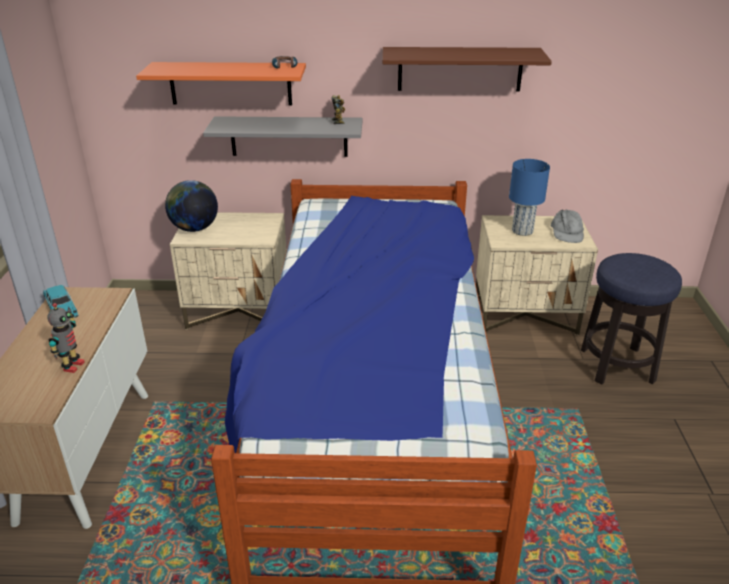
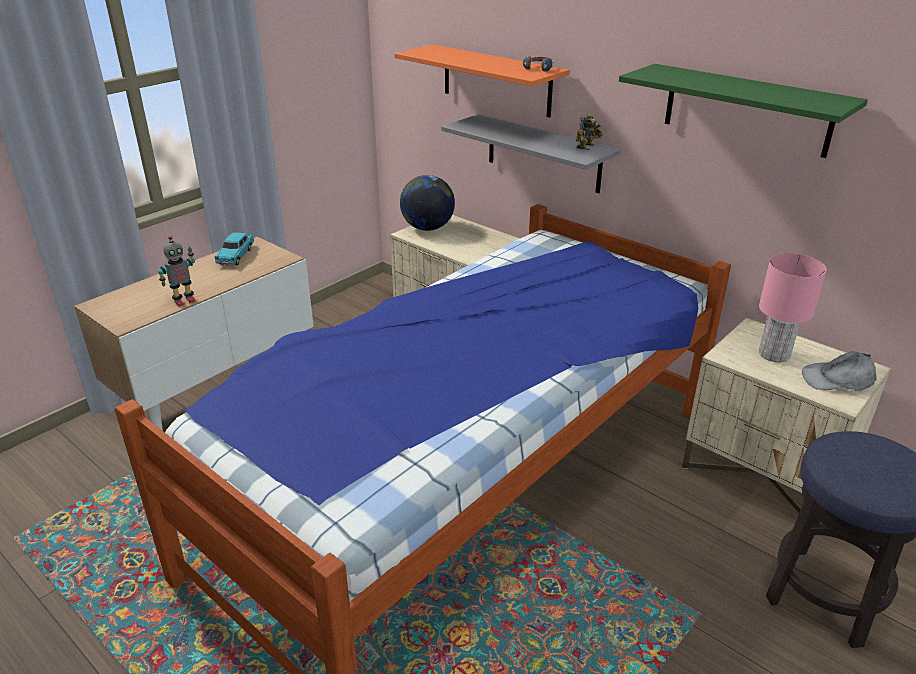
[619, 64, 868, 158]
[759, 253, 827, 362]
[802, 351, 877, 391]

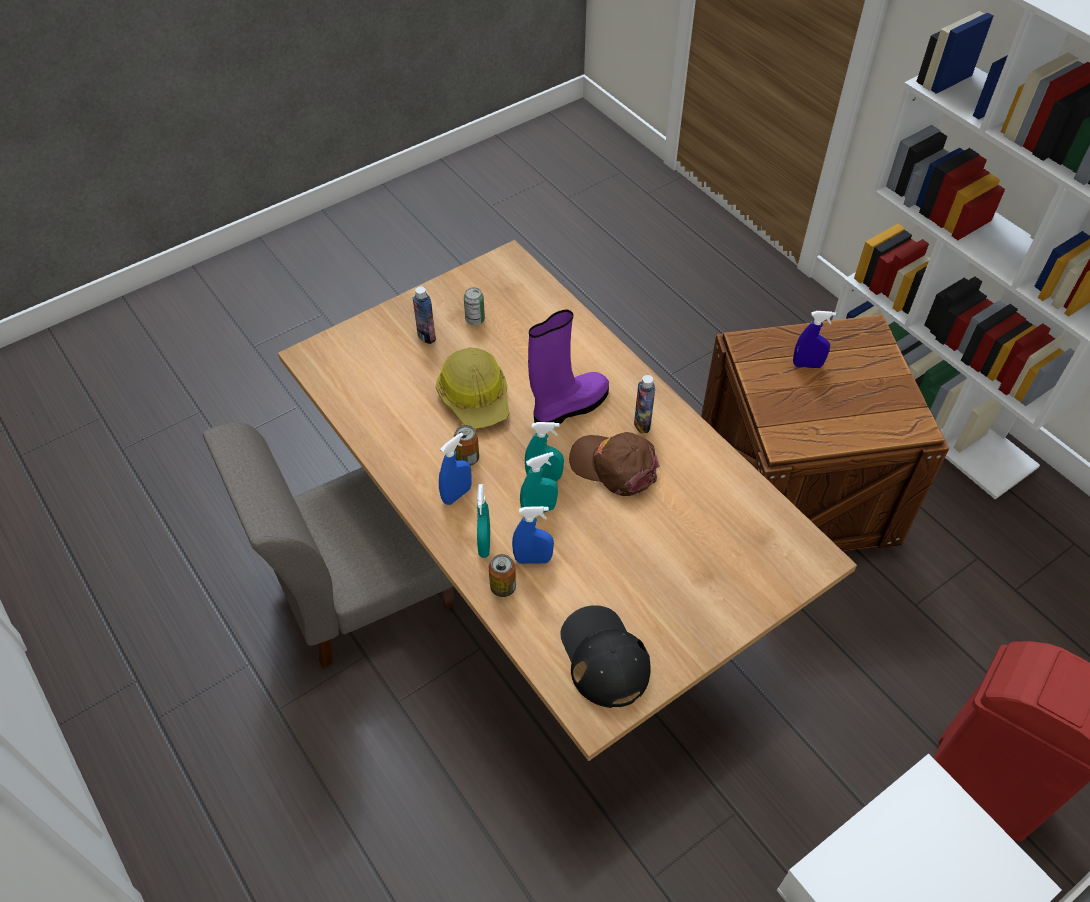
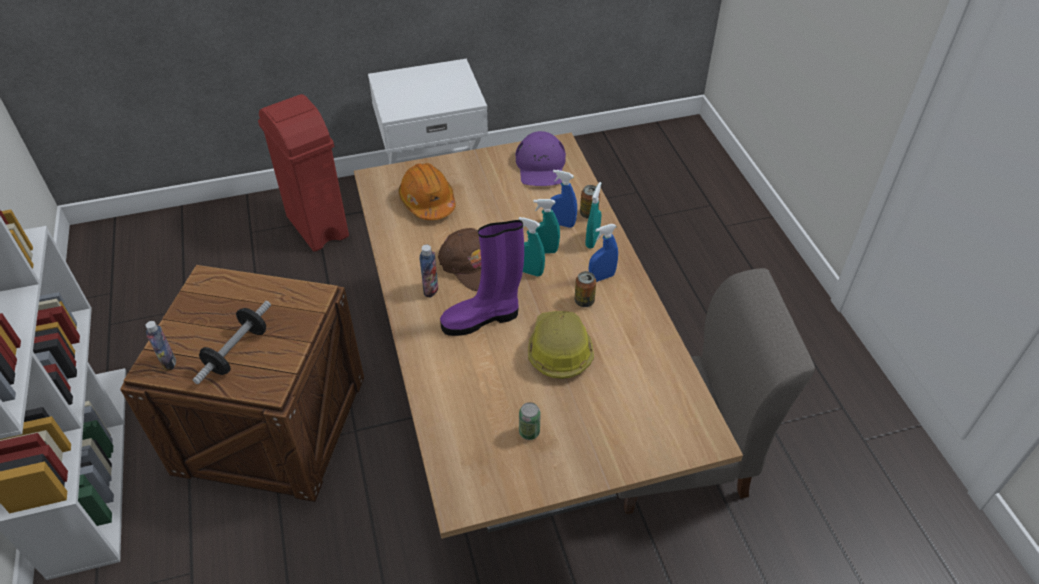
[146, 321, 176, 371]
[515, 131, 566, 186]
[193, 301, 271, 384]
[398, 163, 456, 220]

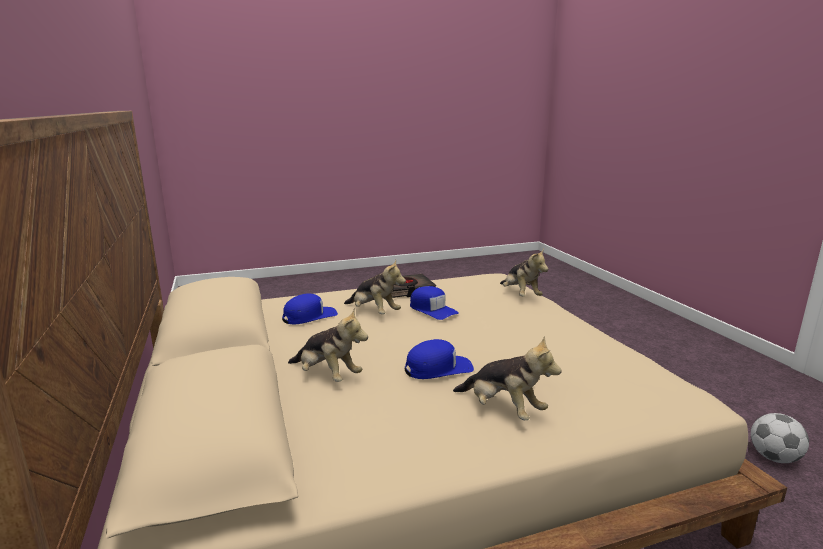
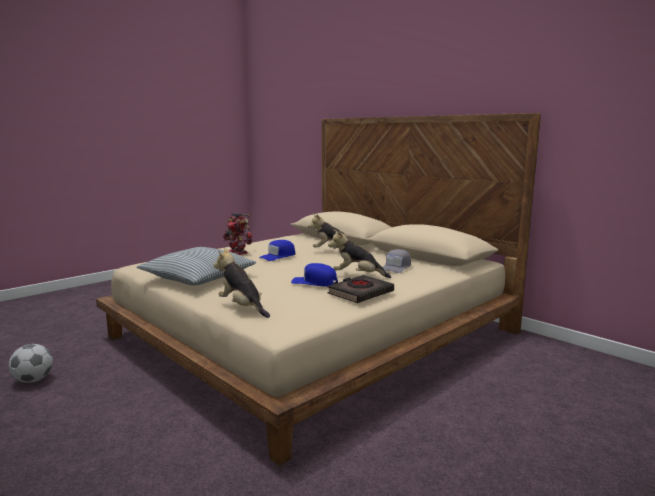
[383, 249, 411, 273]
[223, 213, 253, 255]
[137, 247, 256, 286]

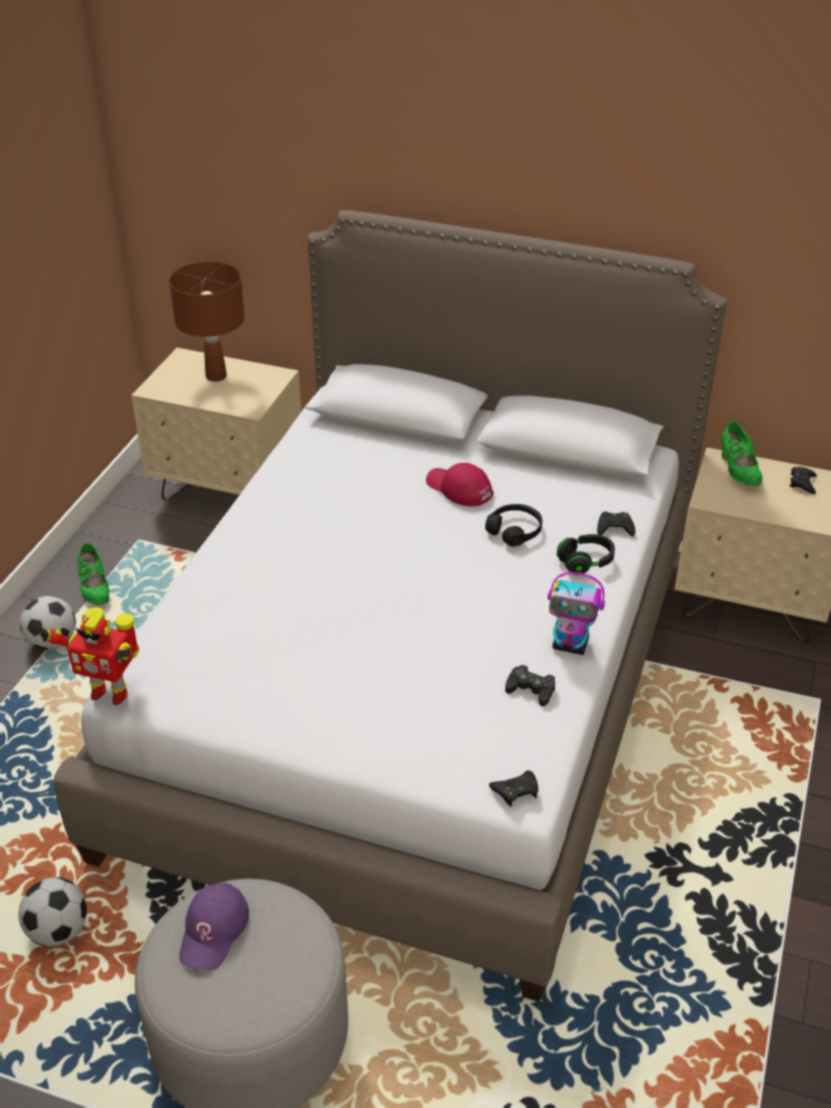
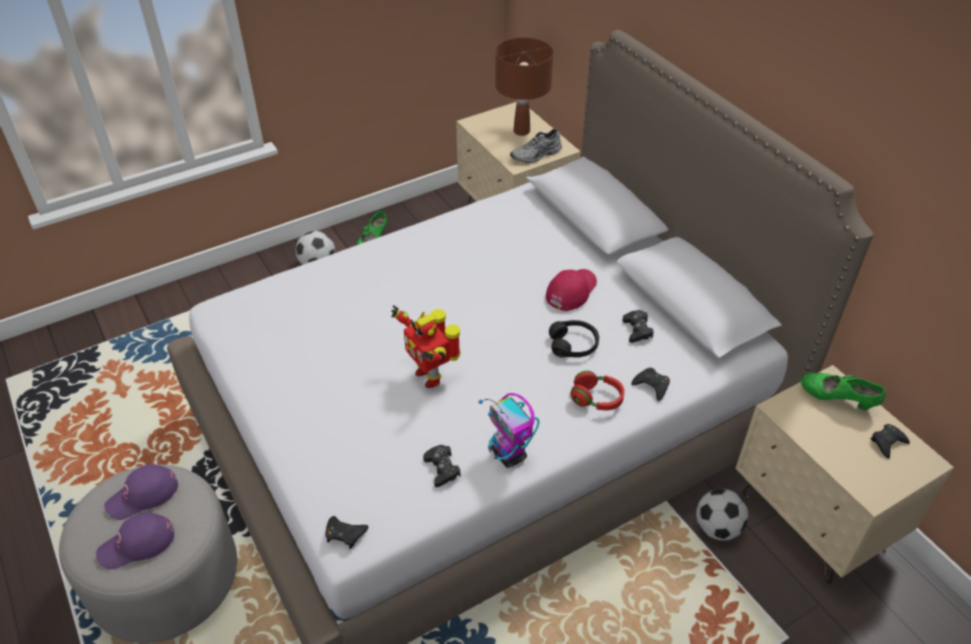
[696, 489, 748, 541]
[391, 305, 461, 388]
[546, 269, 597, 311]
[570, 371, 625, 410]
[801, 373, 885, 410]
[96, 512, 174, 569]
[510, 129, 562, 163]
[622, 310, 654, 343]

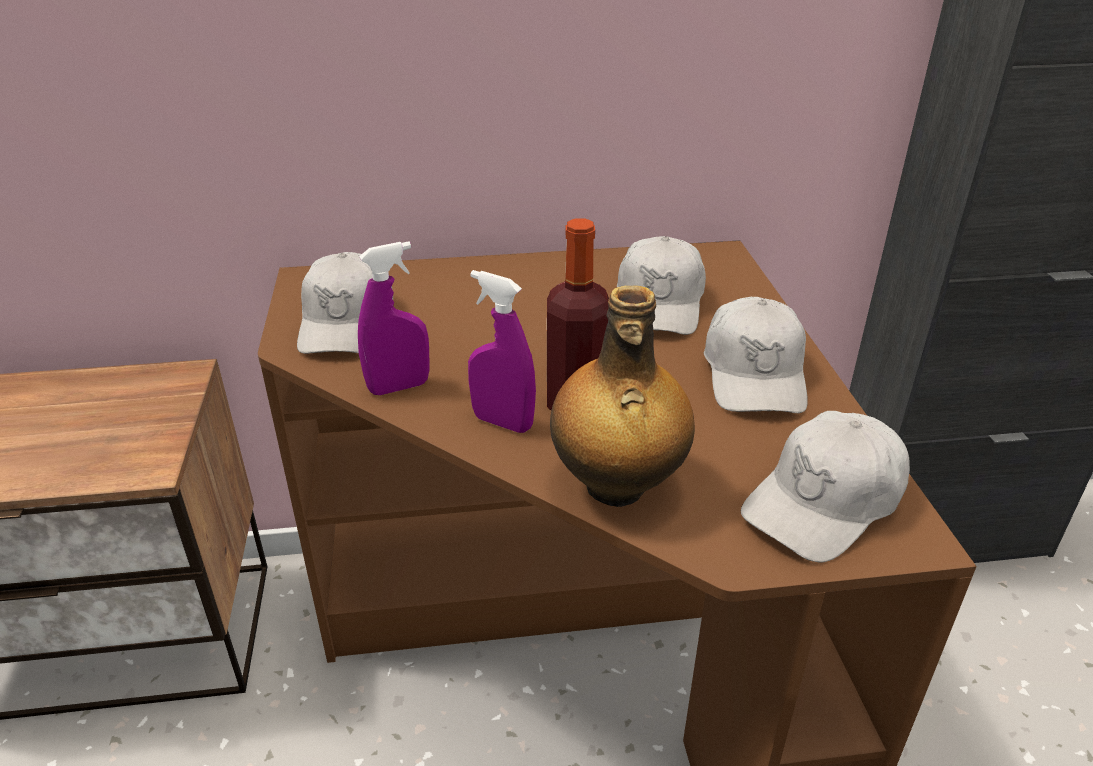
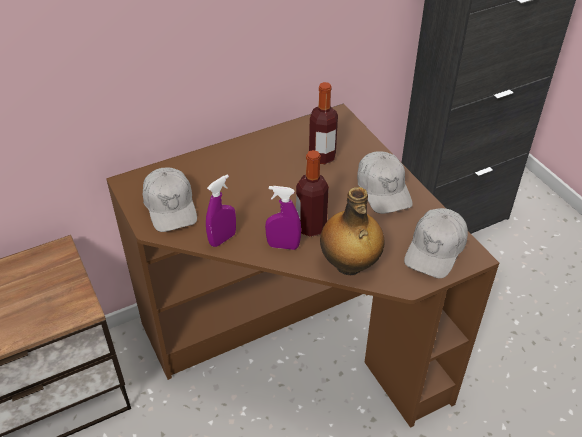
[309, 82, 338, 164]

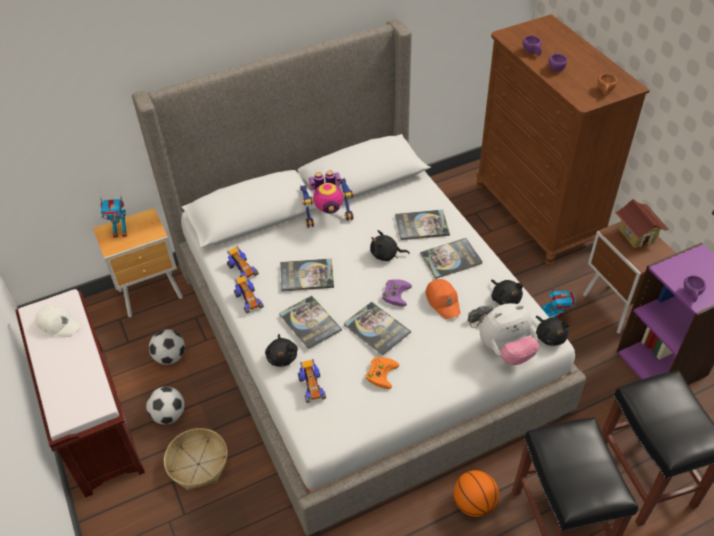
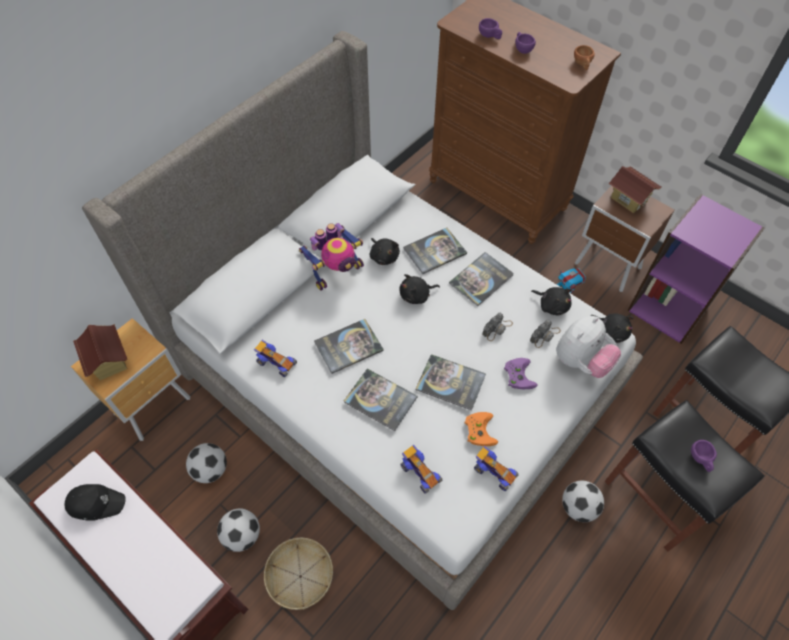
[65, 484, 126, 521]
[73, 324, 127, 380]
[474, 446, 519, 491]
[370, 238, 400, 265]
[504, 358, 537, 389]
[482, 313, 513, 341]
[562, 480, 604, 522]
[691, 440, 717, 472]

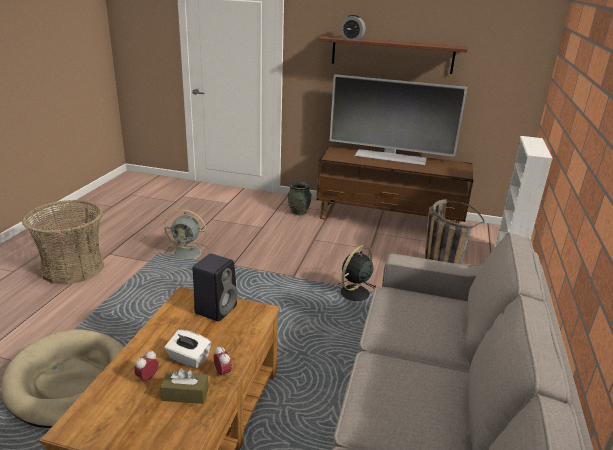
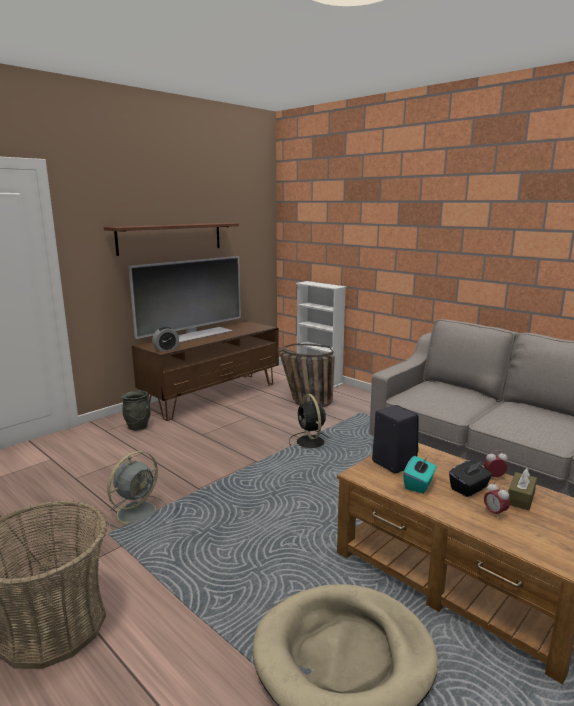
[449, 460, 492, 497]
[152, 327, 179, 352]
[403, 456, 436, 494]

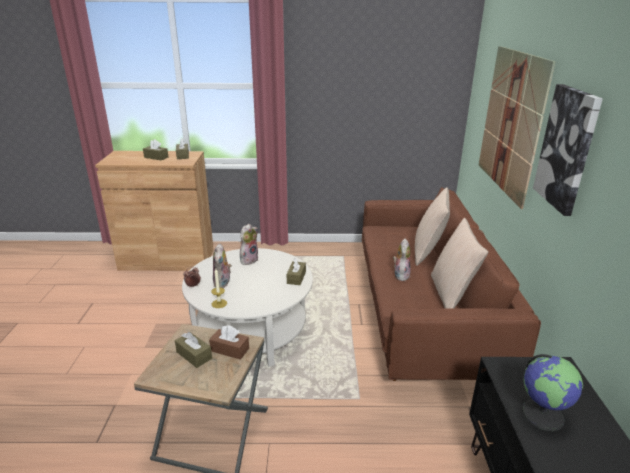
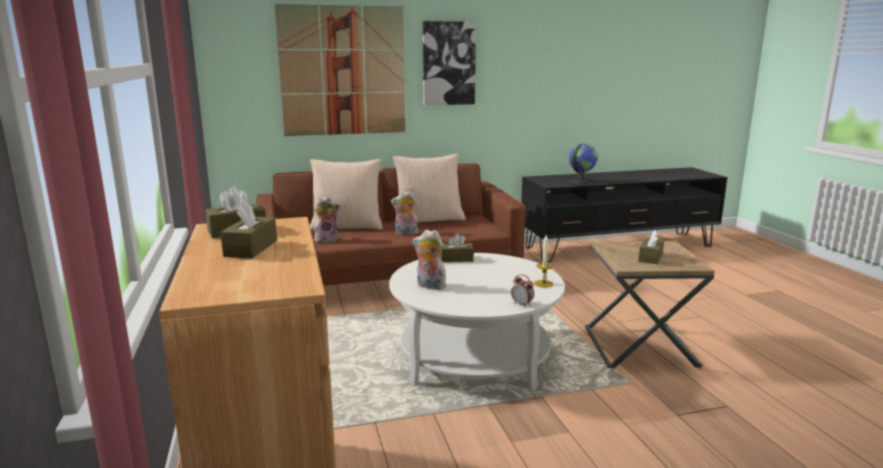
[209, 325, 249, 360] (first image)
[314, 196, 341, 243]

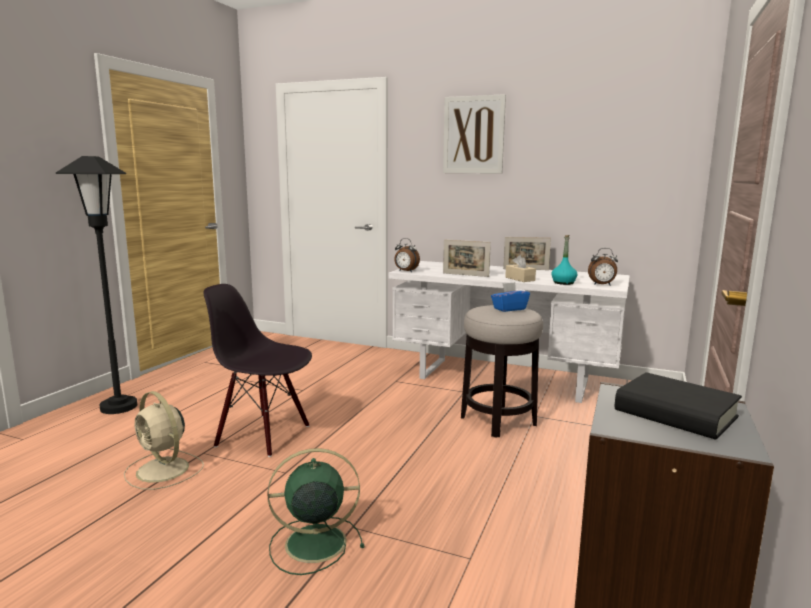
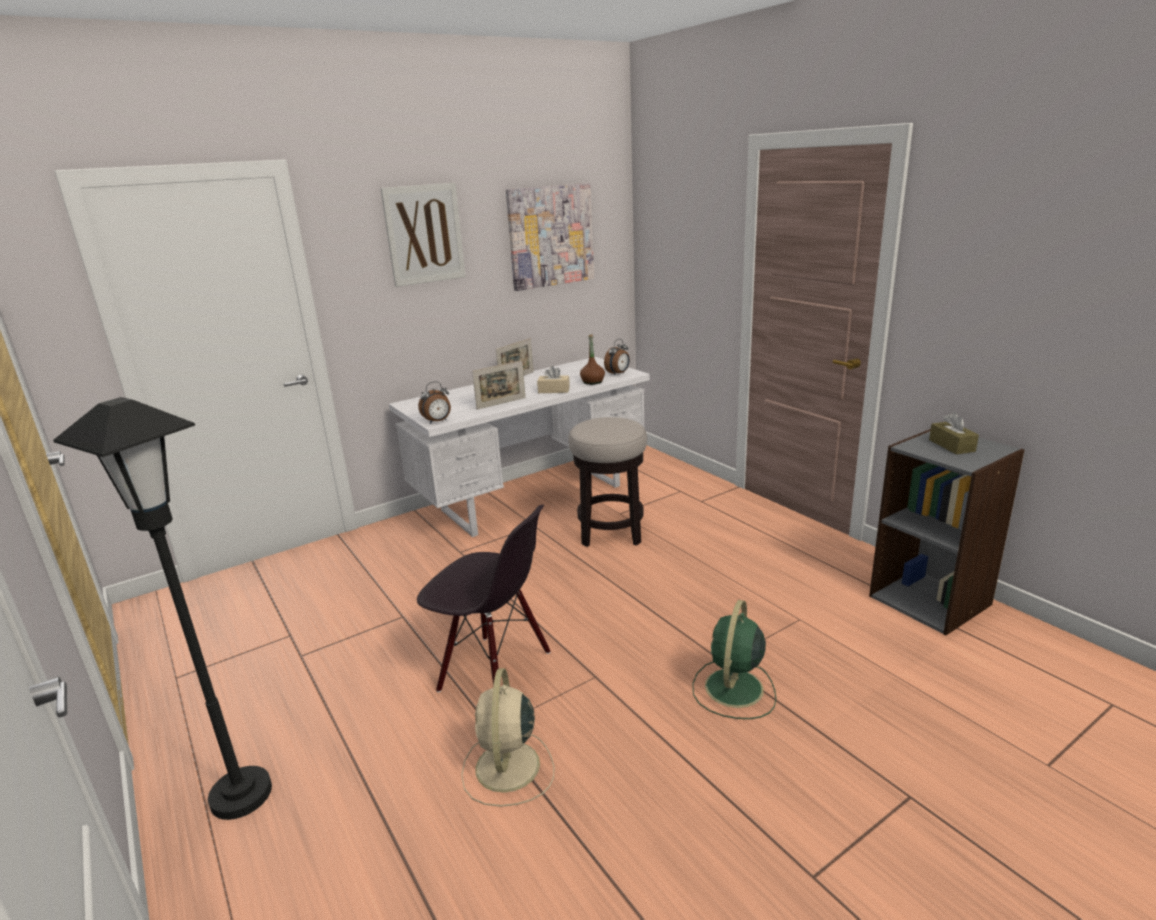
[461, 668, 554, 807]
[417, 505, 551, 693]
[491, 282, 530, 312] (first image)
[580, 335, 605, 385]
[929, 412, 979, 455]
[506, 183, 594, 291]

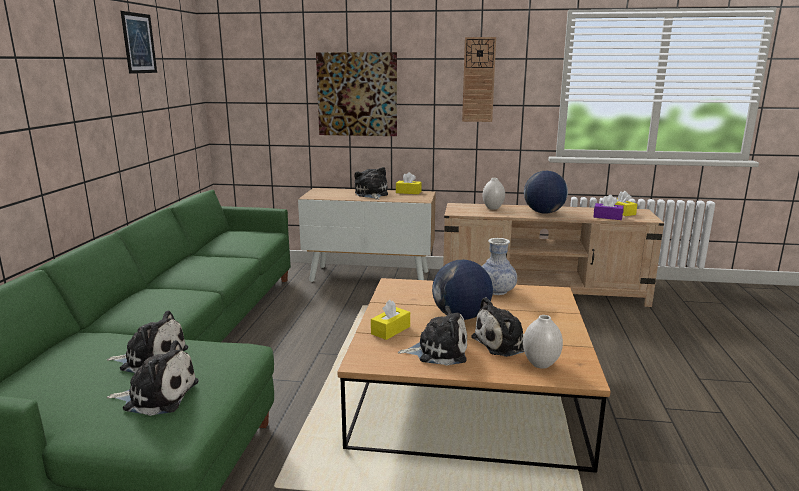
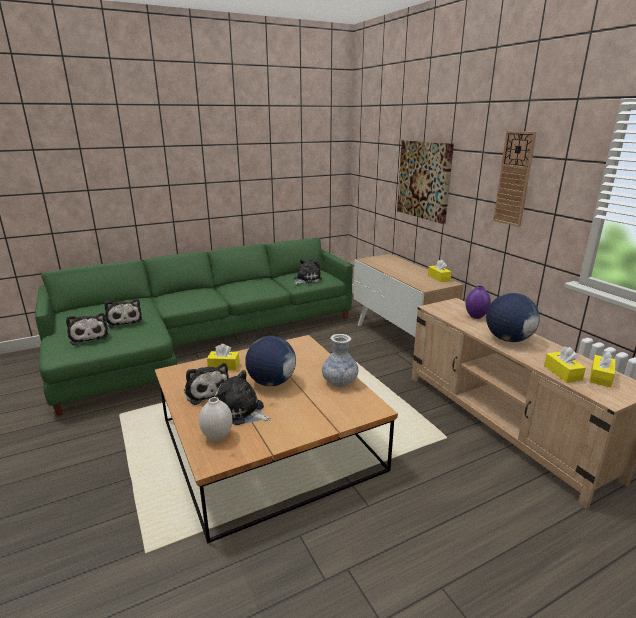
[121, 11, 157, 74] (first image)
[294, 259, 322, 285]
[465, 285, 491, 319]
[544, 346, 586, 383]

